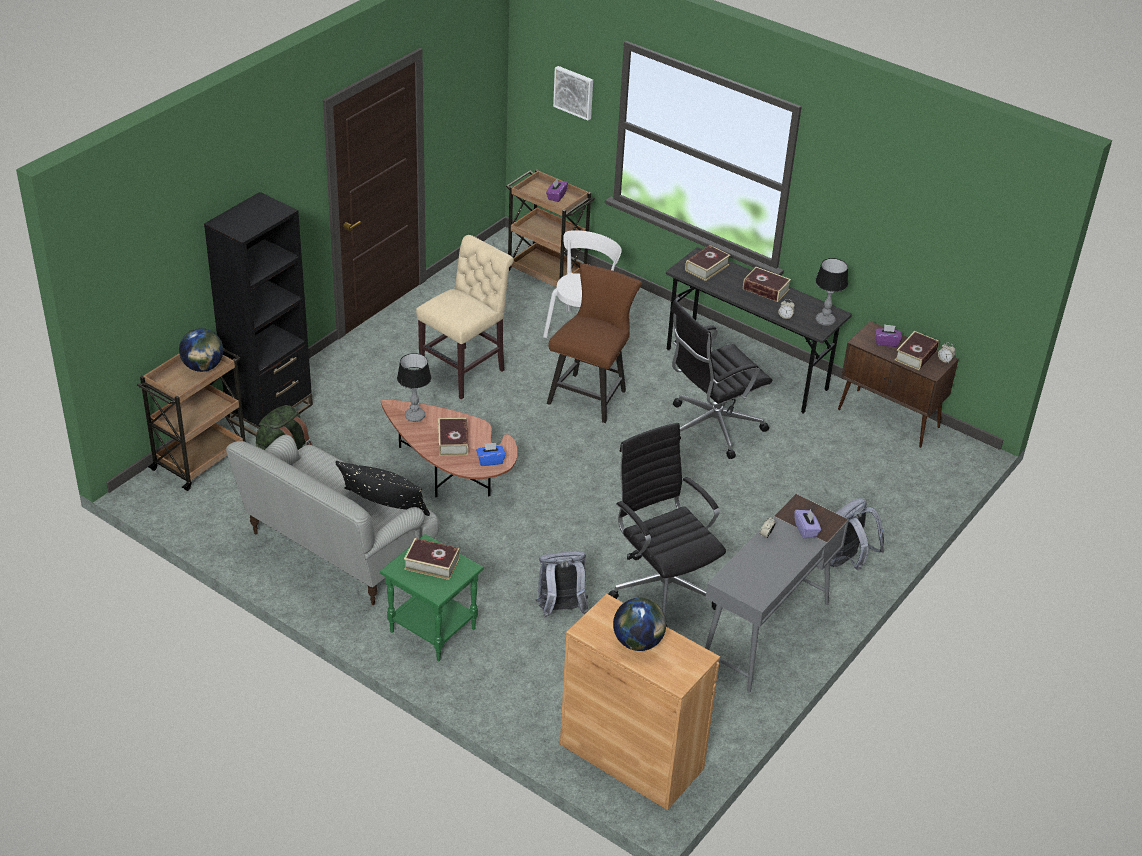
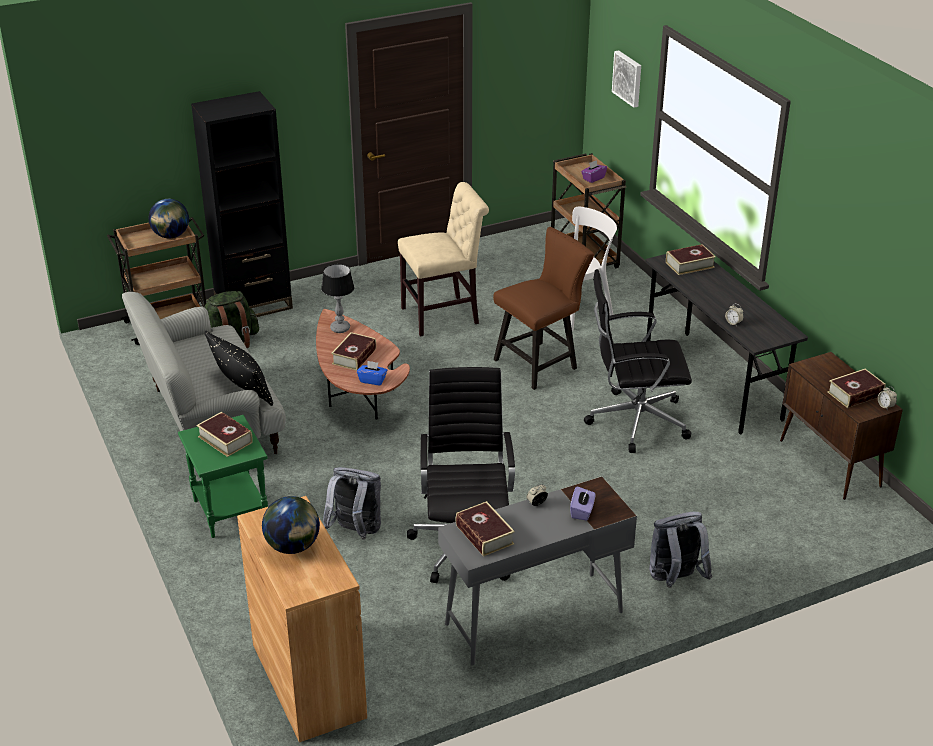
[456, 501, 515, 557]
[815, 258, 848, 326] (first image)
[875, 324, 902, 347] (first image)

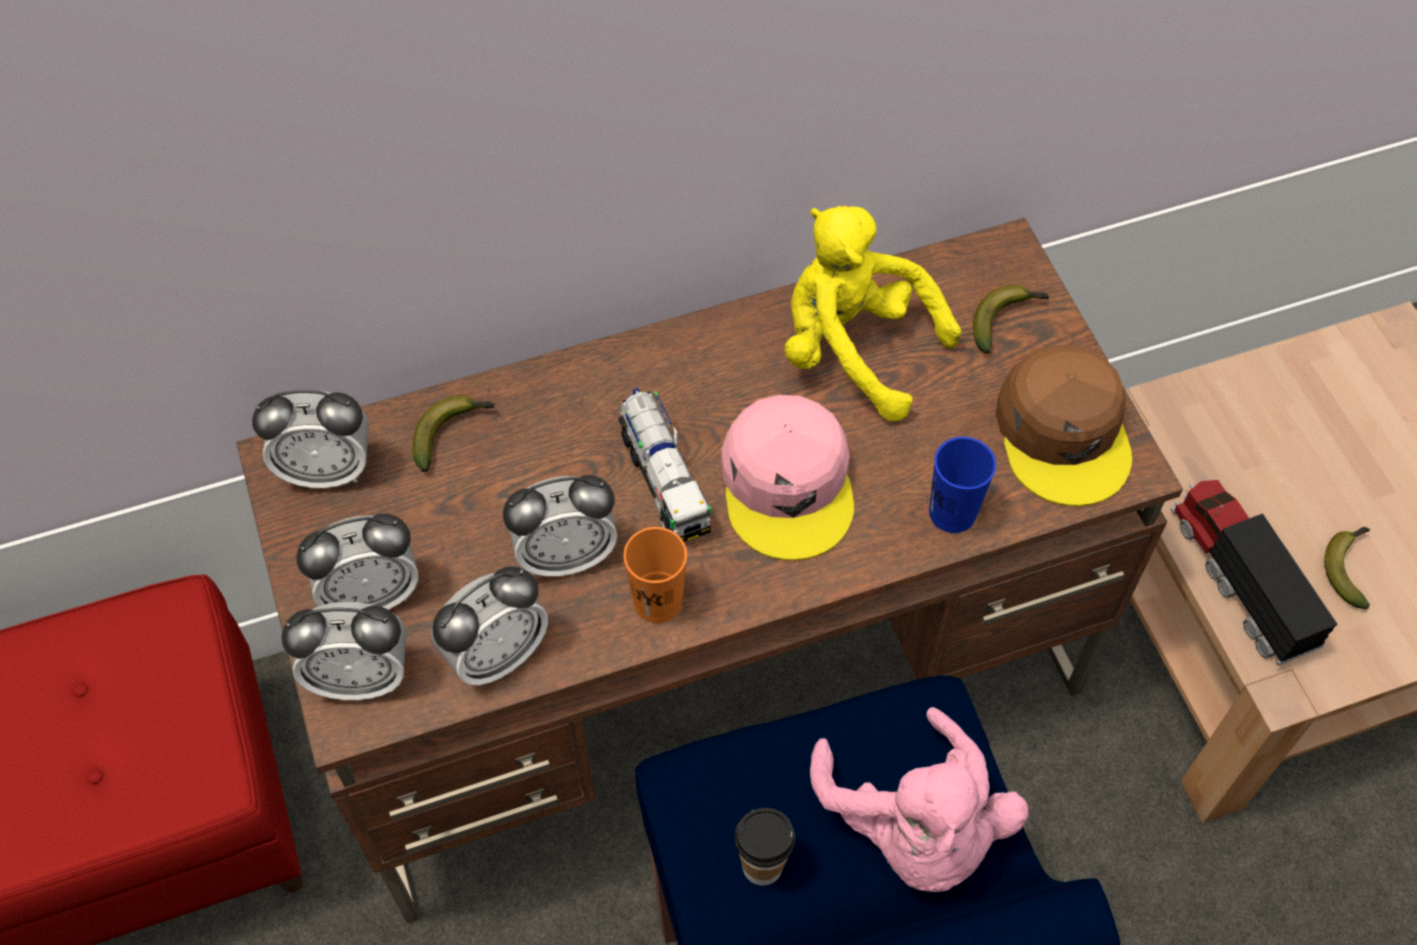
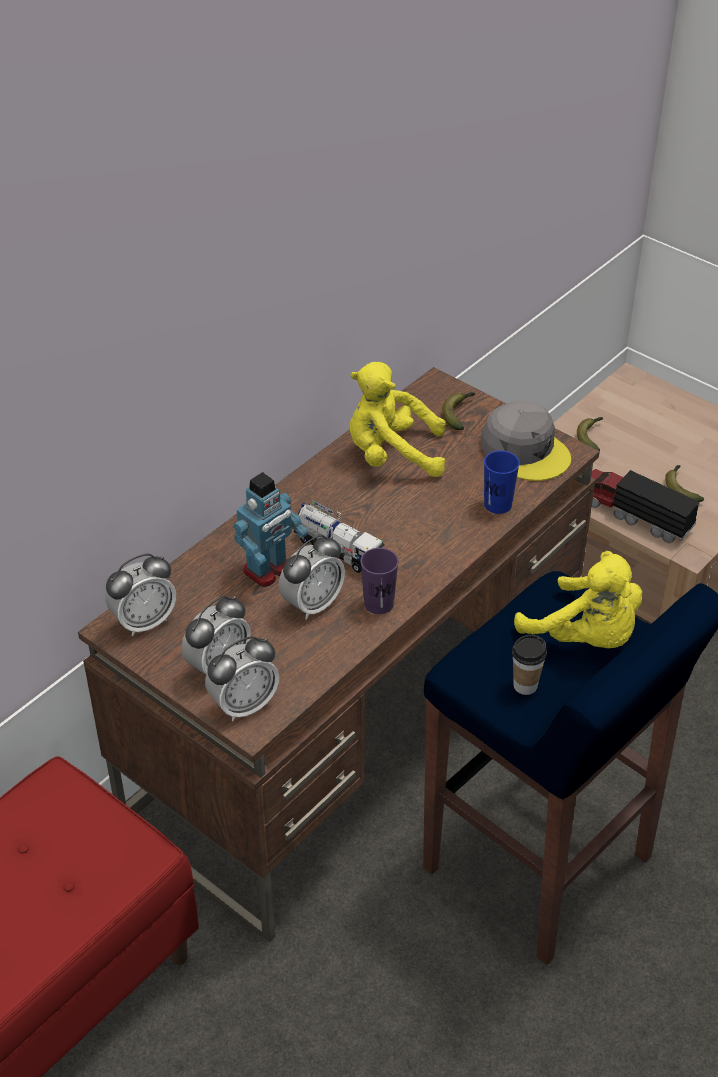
[577, 417, 603, 451]
[431, 566, 548, 686] (first image)
[361, 548, 399, 614]
[721, 395, 854, 561] (first image)
[514, 551, 642, 648]
[481, 400, 571, 481]
[234, 472, 308, 587]

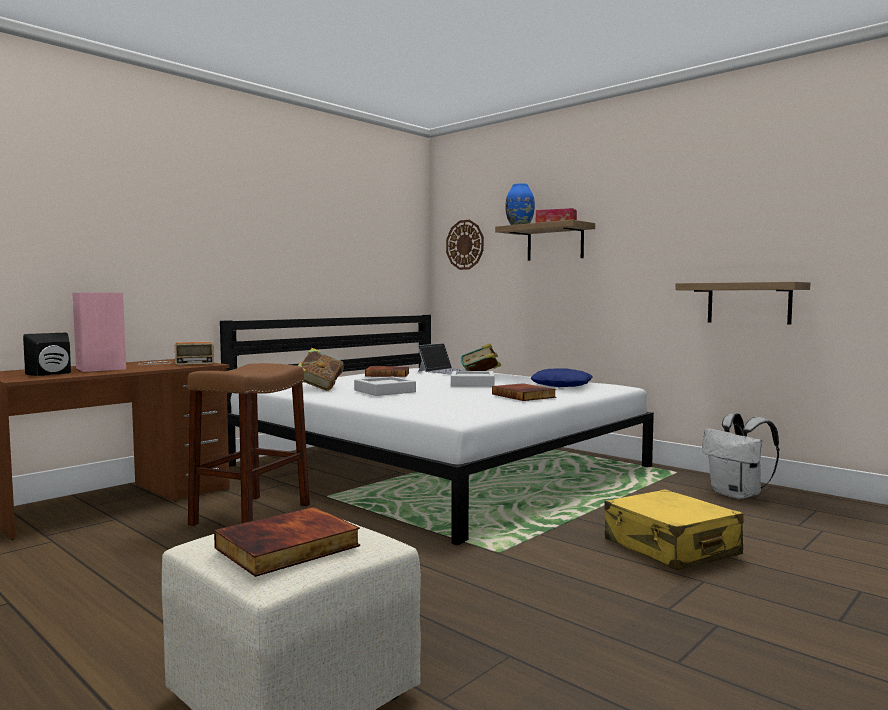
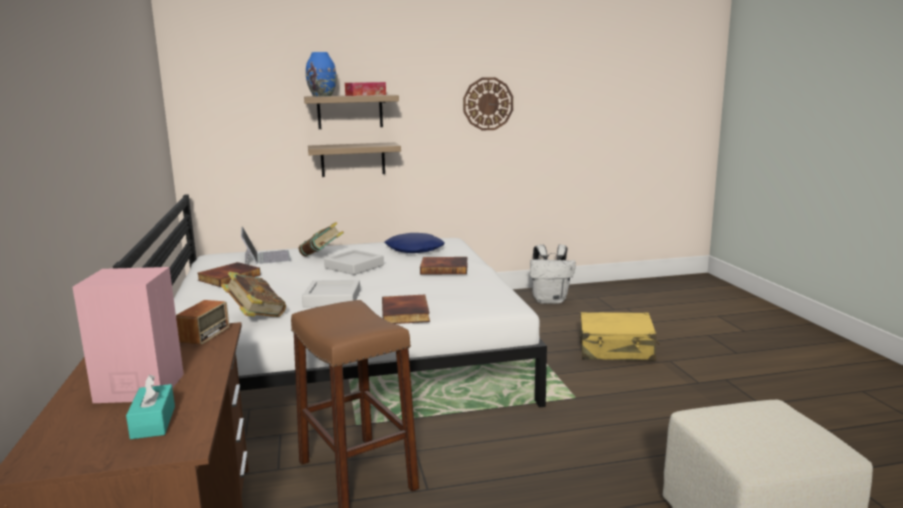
[126, 375, 175, 439]
[382, 295, 430, 324]
[463, 77, 513, 131]
[308, 142, 401, 177]

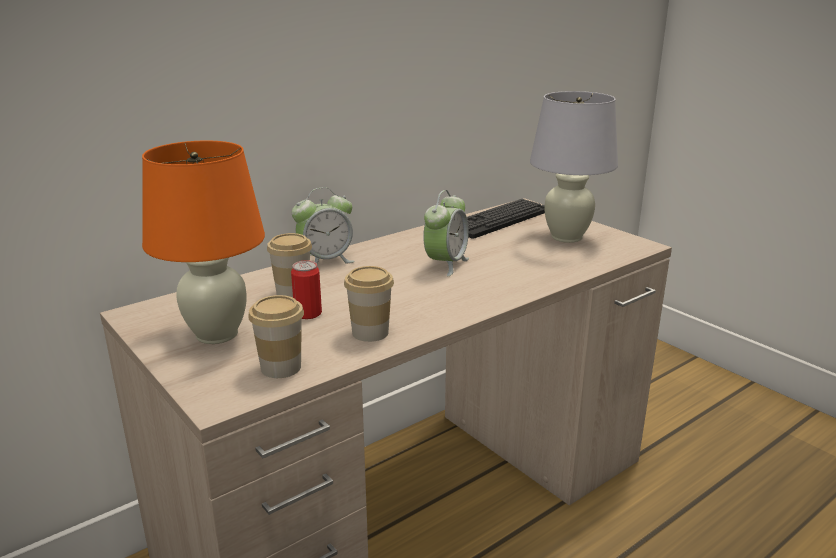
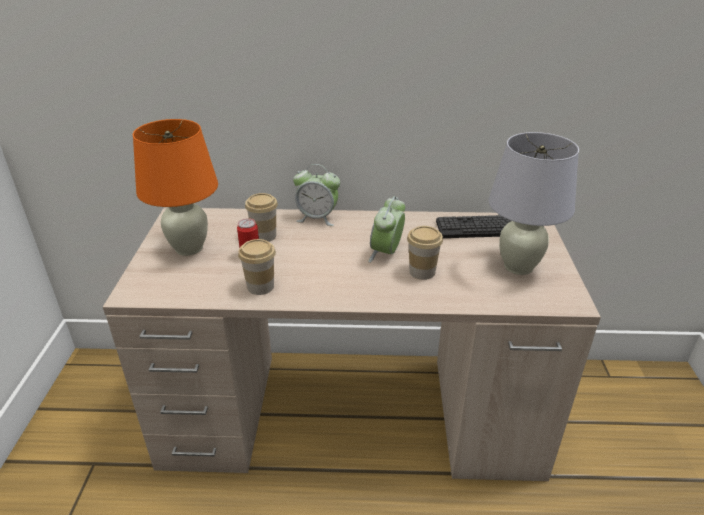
[407, 226, 443, 280]
[368, 196, 405, 263]

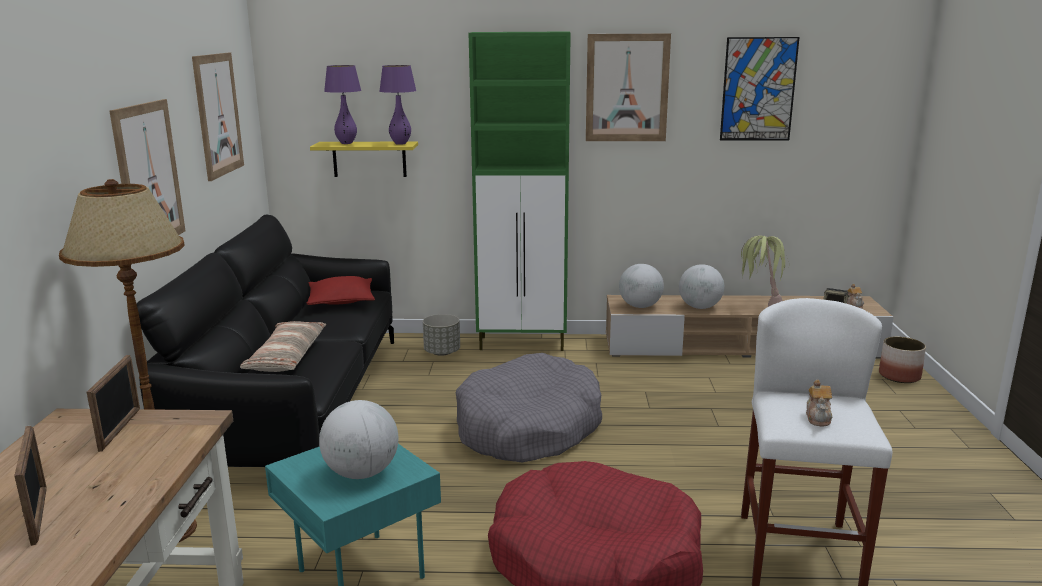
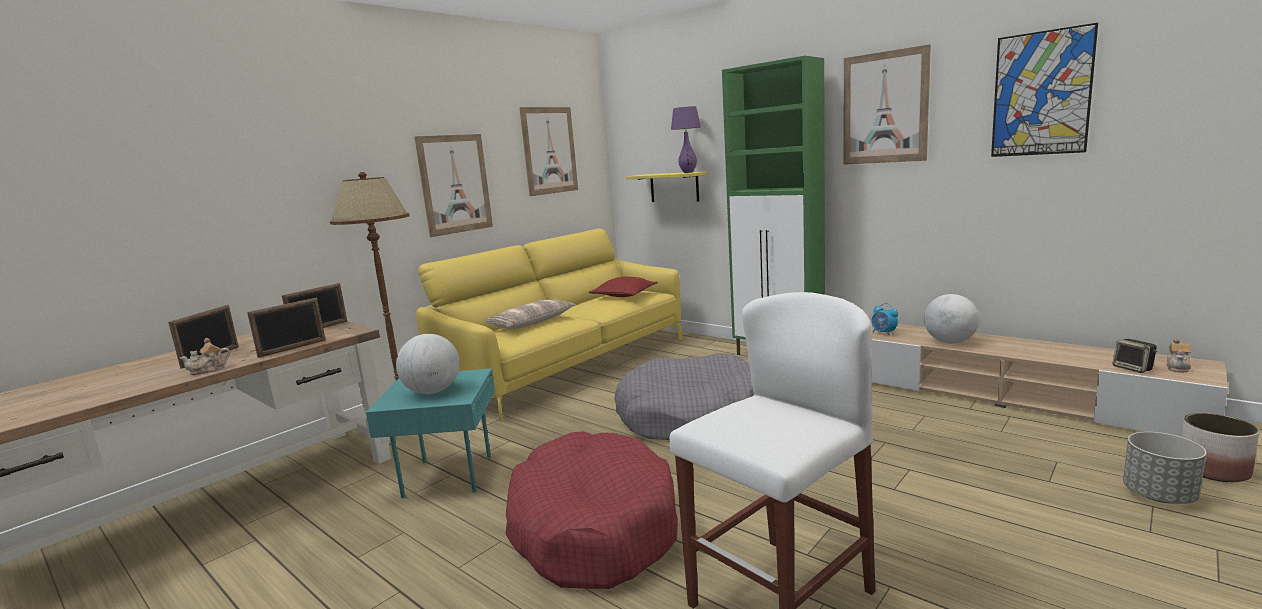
[416, 228, 682, 421]
[324, 65, 361, 144] (first image)
[1123, 432, 1207, 504]
[872, 303, 898, 336]
[741, 235, 785, 307] (first image)
[180, 338, 230, 375]
[247, 298, 326, 358]

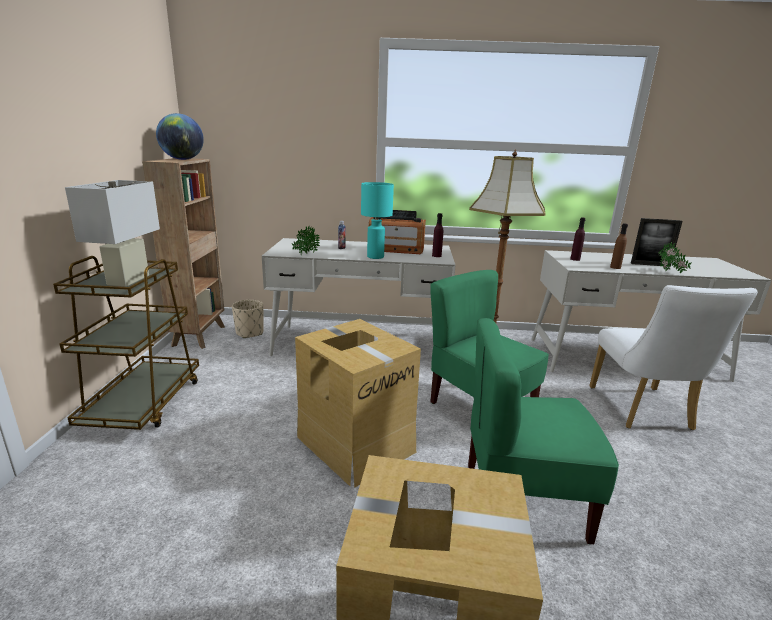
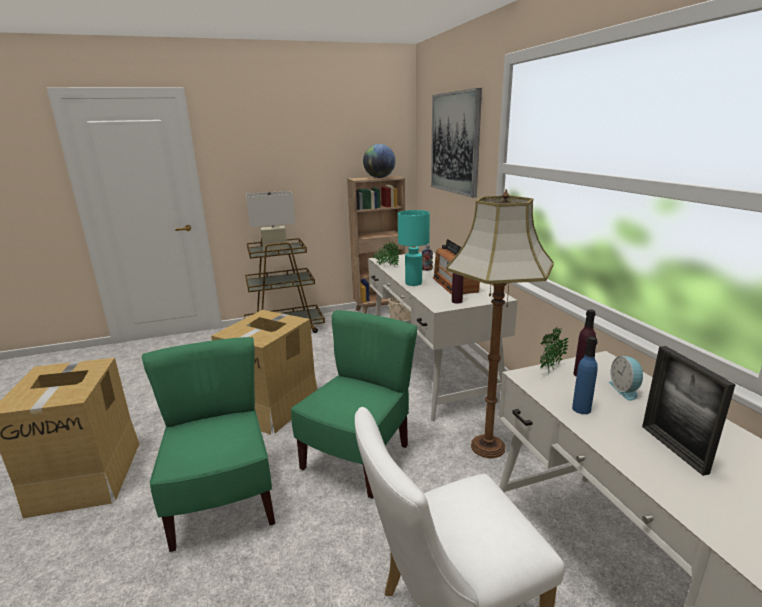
[572, 337, 598, 414]
[540, 327, 569, 371]
[431, 88, 482, 198]
[609, 356, 645, 401]

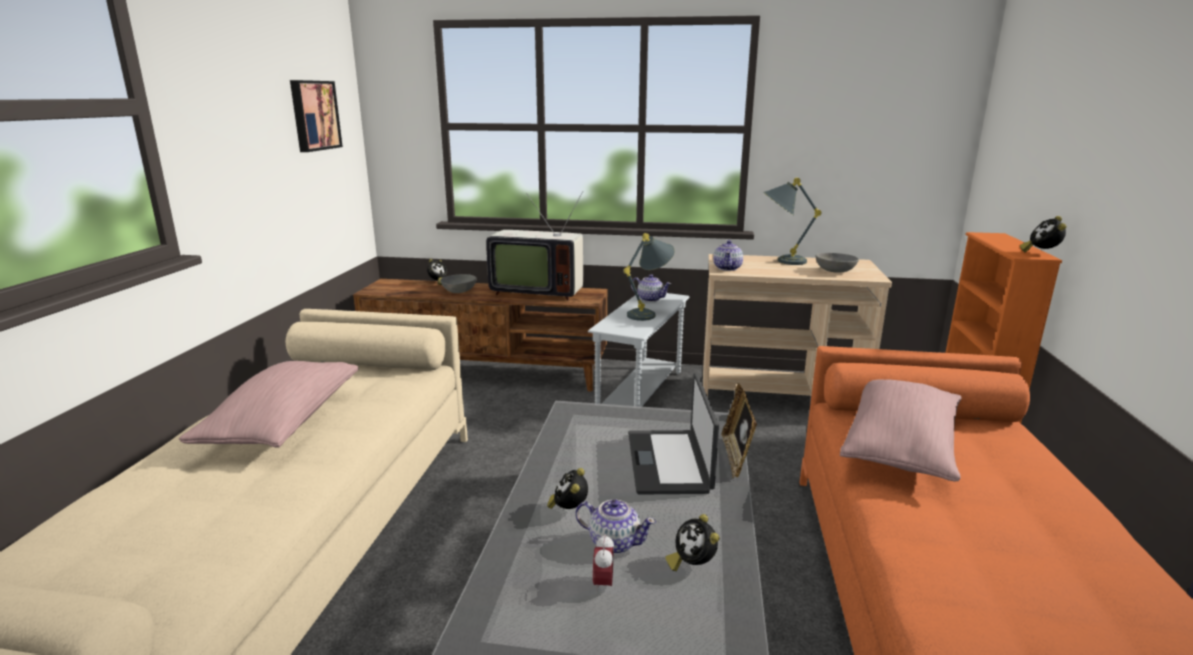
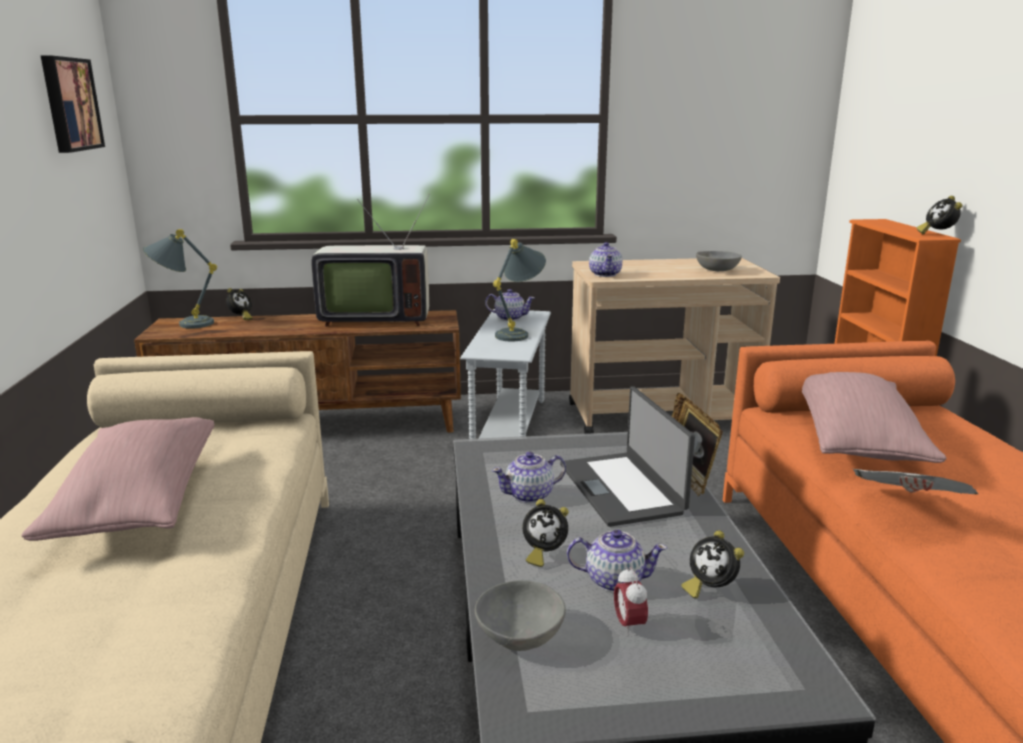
[475, 580, 566, 651]
[523, 499, 569, 567]
[143, 229, 217, 329]
[492, 451, 566, 503]
[853, 469, 978, 495]

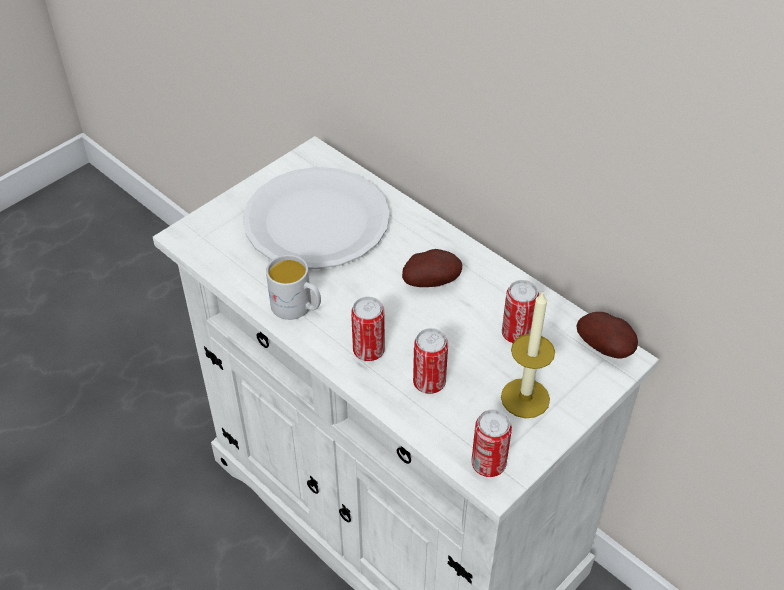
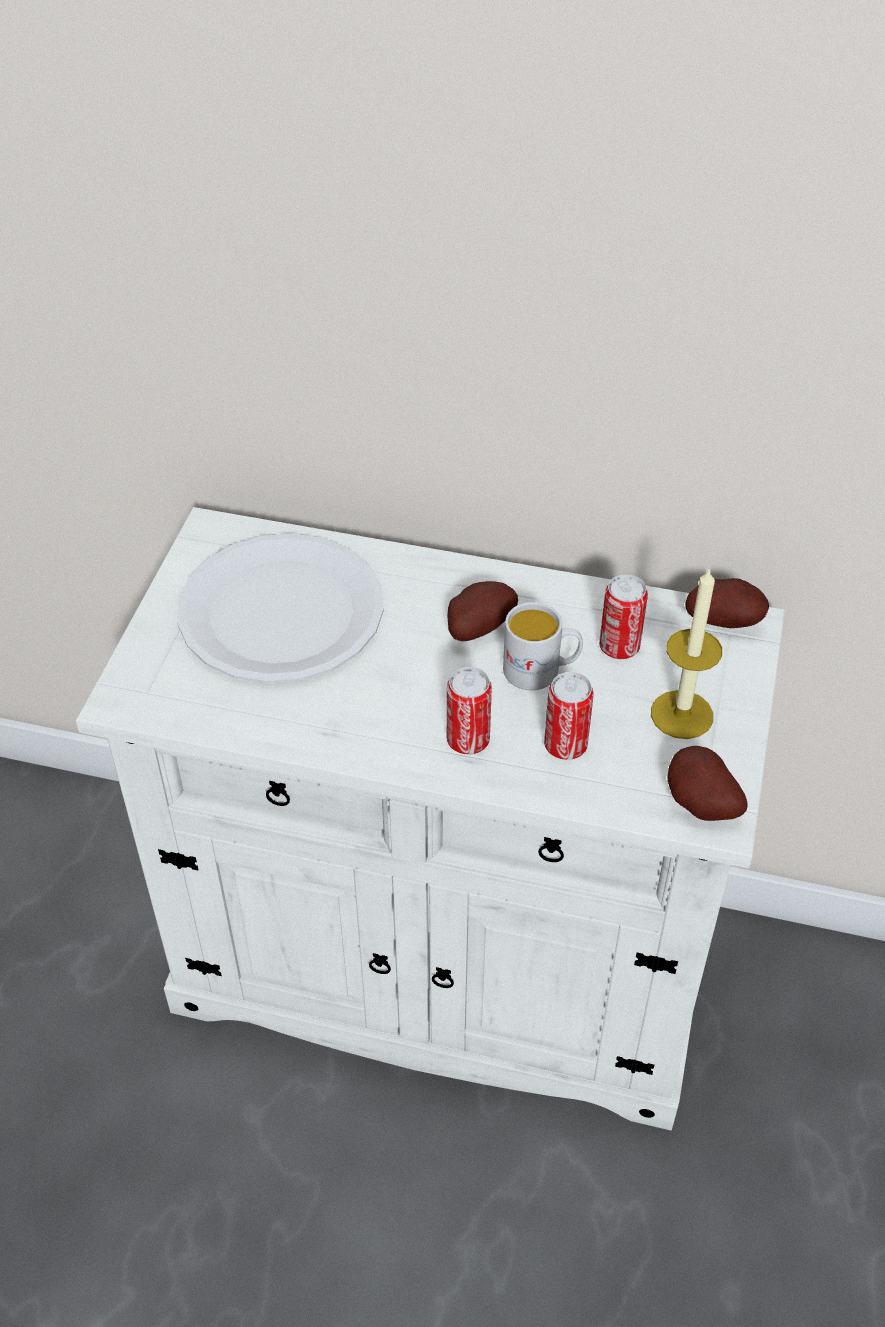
[503, 602, 583, 690]
[667, 746, 748, 821]

